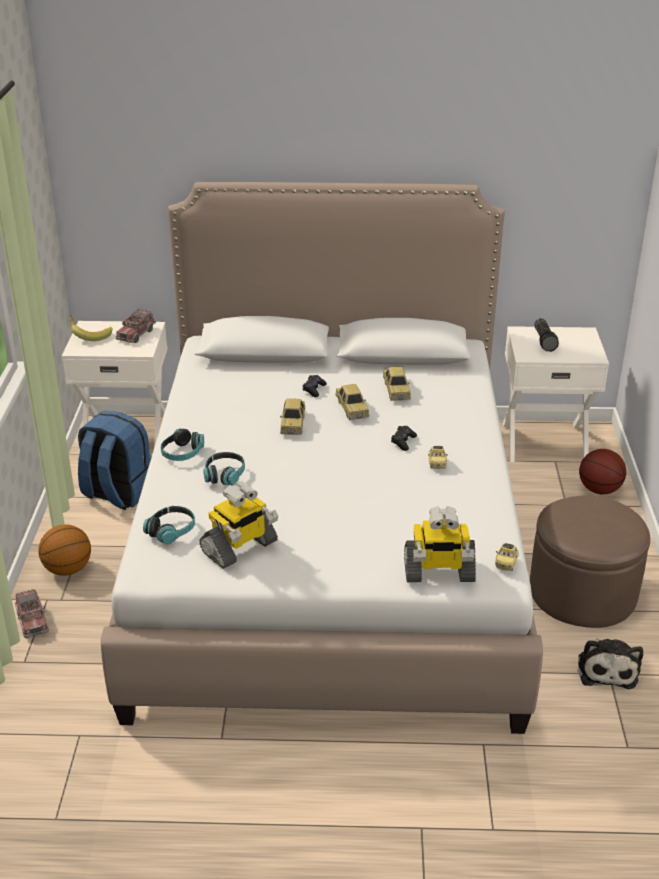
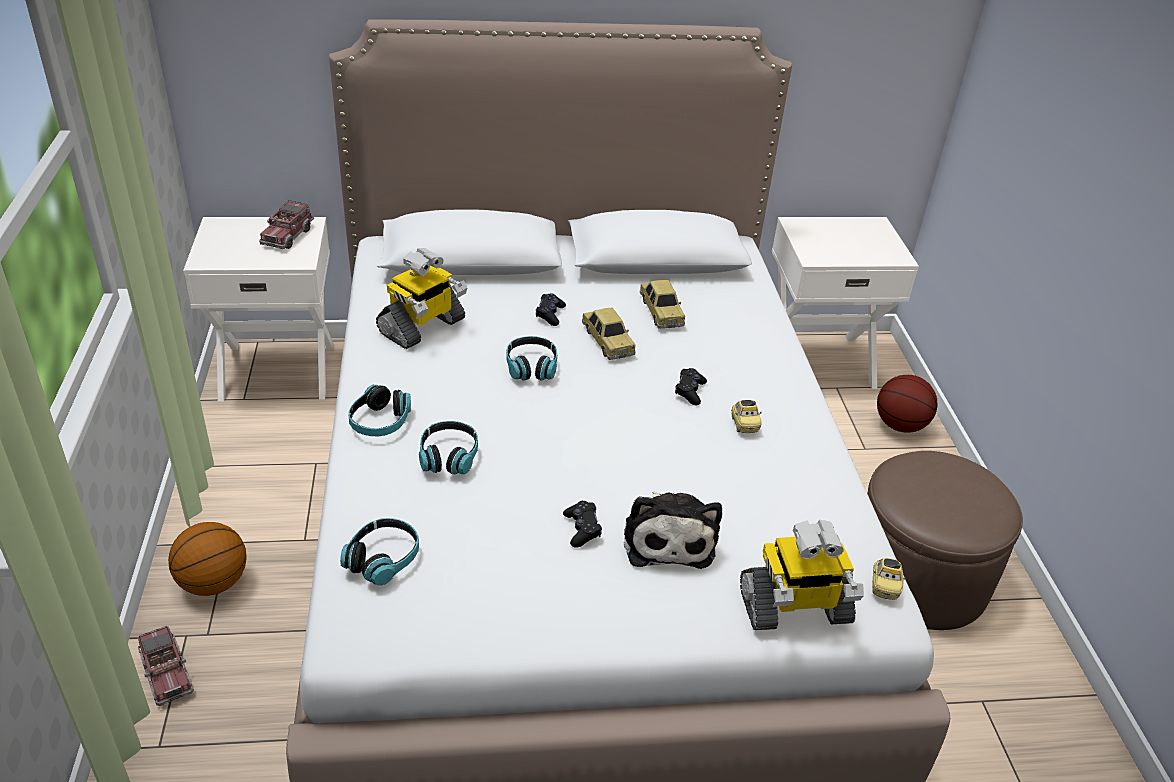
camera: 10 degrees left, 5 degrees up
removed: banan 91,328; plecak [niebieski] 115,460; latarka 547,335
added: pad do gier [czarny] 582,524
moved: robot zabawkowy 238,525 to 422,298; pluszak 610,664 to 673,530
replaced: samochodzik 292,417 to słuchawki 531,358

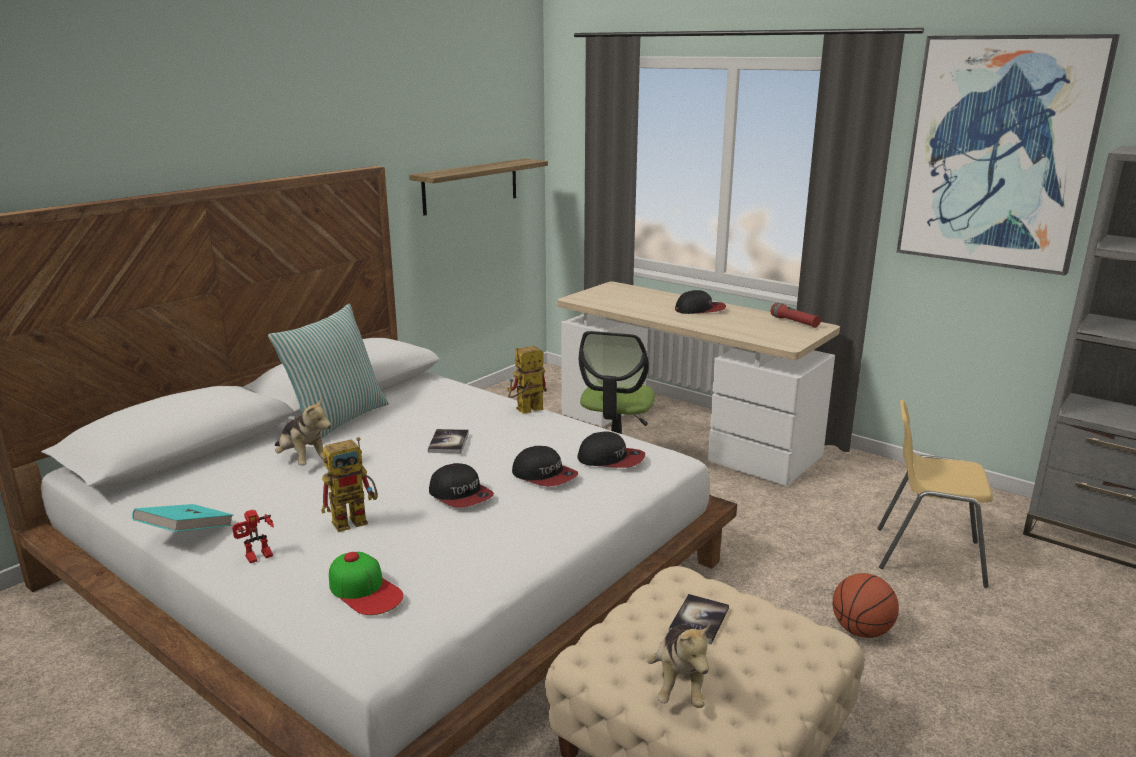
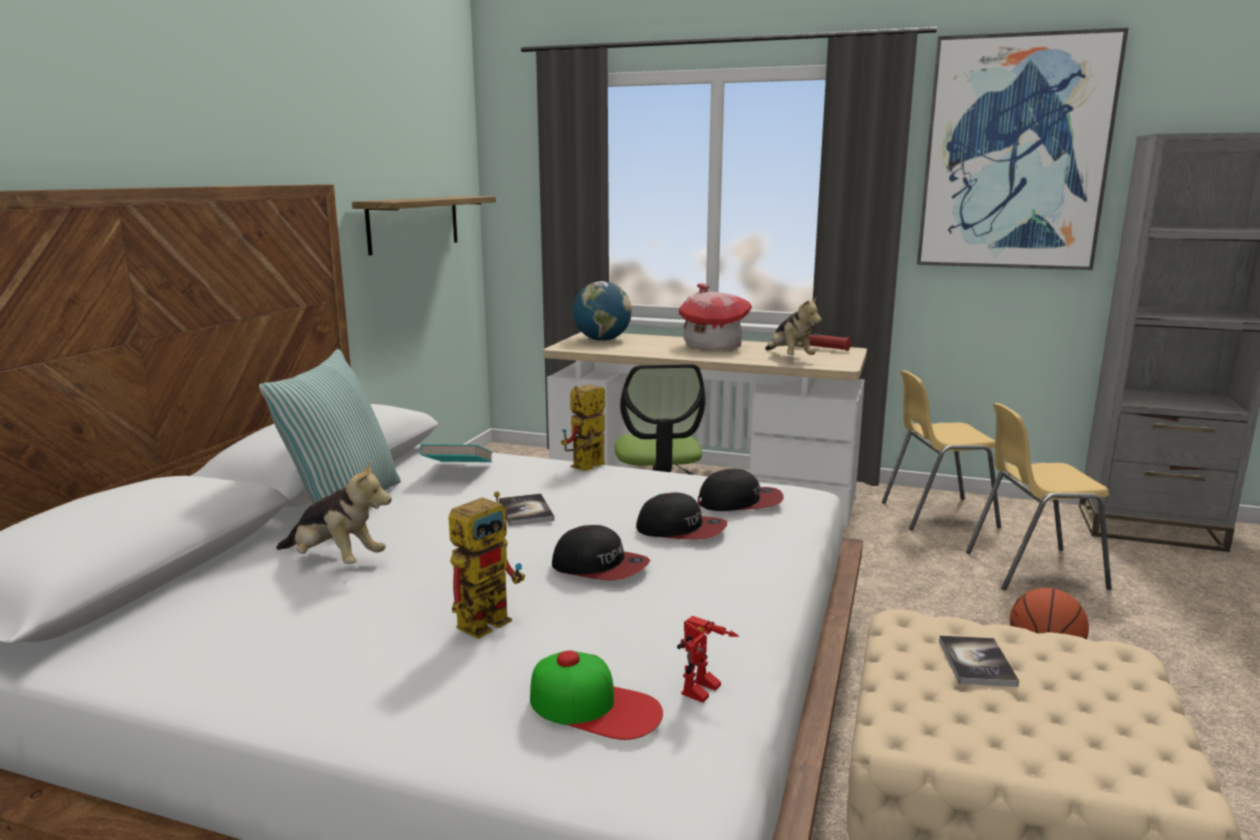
camera: 20 degrees left, 5 degrees down
added: globus 602,311; krzesło [żółty] 941,450
moved: książka [turkusowy] 182,518 to 455,453; robot zabawkowy 253,536 to 708,659; pluszak 678,666 to 793,326
replaced: czapka z daszkiem 700,302 to domek 715,316

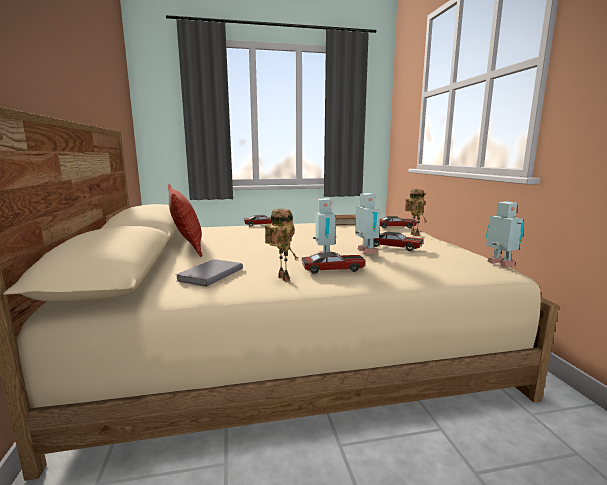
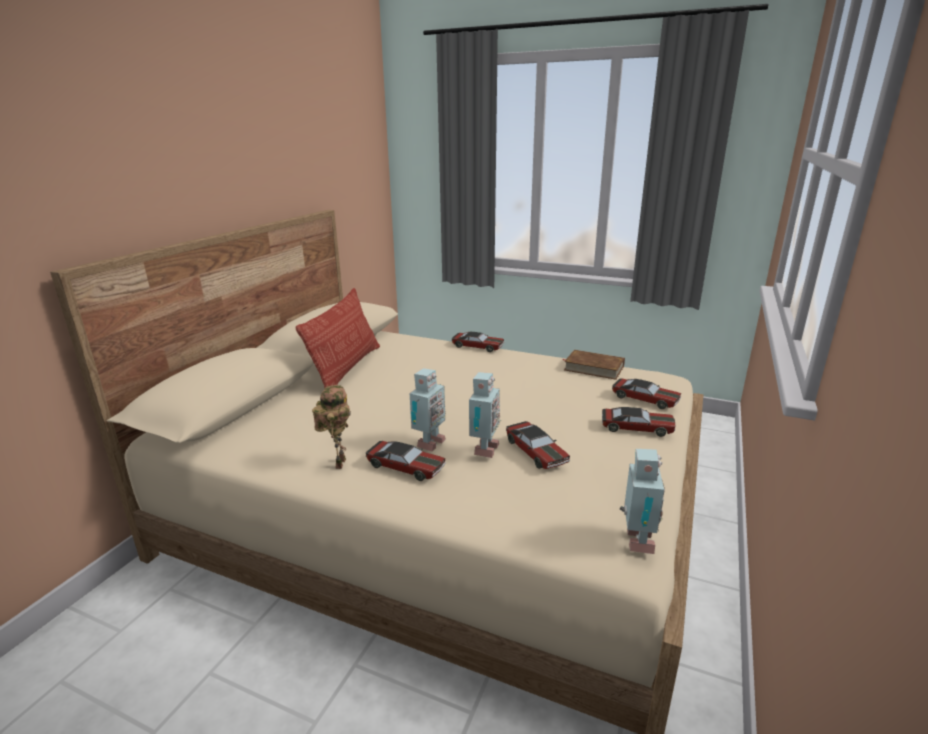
camera: 35 degrees right, 10 degrees up
removed: książka [szary] 209,273
replaced: robot zabawkowy 416,212 to samochodzik 638,422

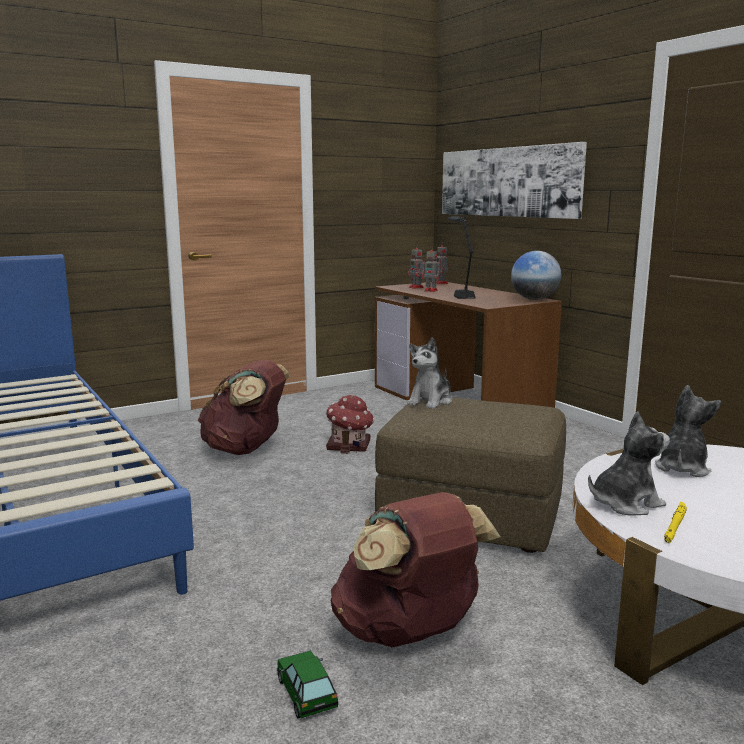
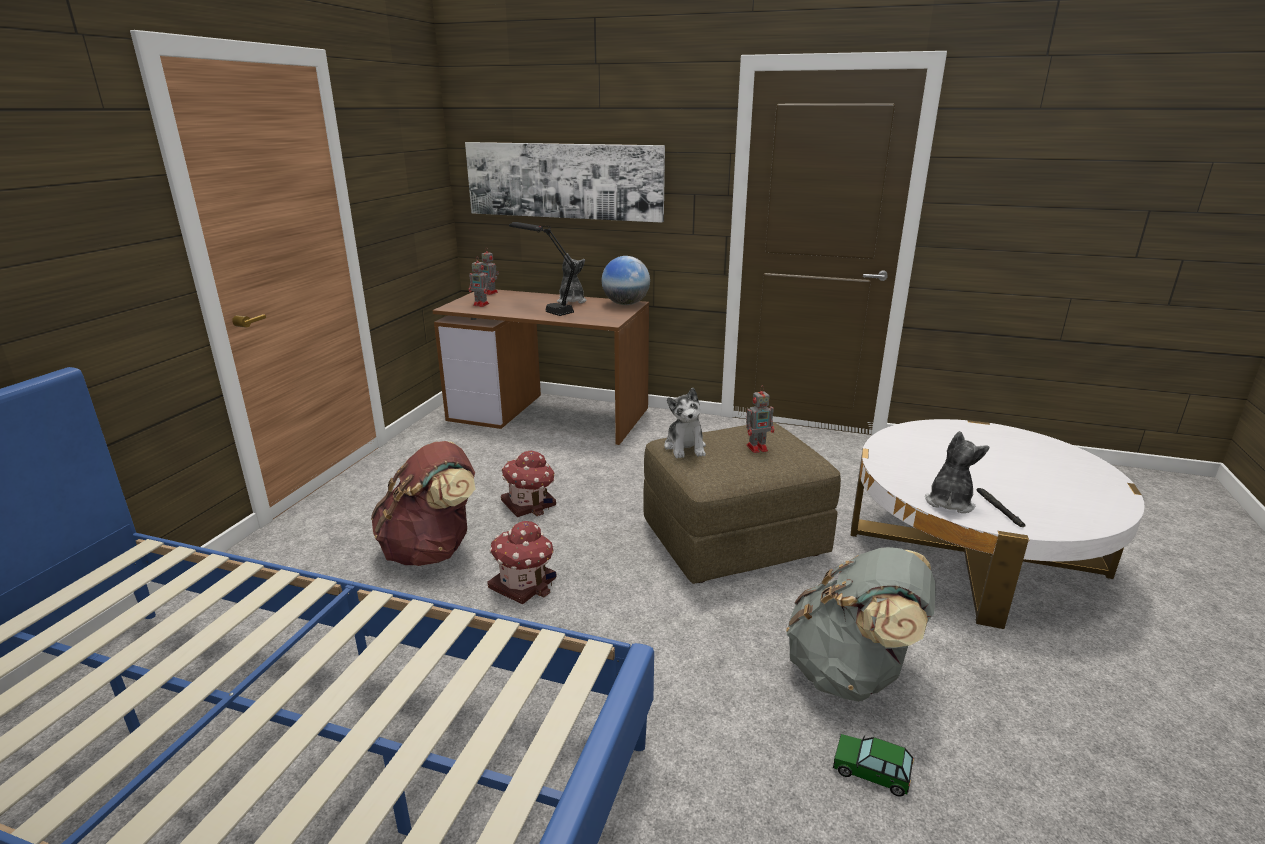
camera: 40 degrees left, 10 degrees up
added: domek 522,562
moved: robot zabawkowy 431,269 to 760,419; pluszak 688,431 to 571,278
recoloured: plecak [brązowy] 415,569 to plecak [szary] 861,624; latarka [żółty] 675,522 to latarka [czarny] 1001,507

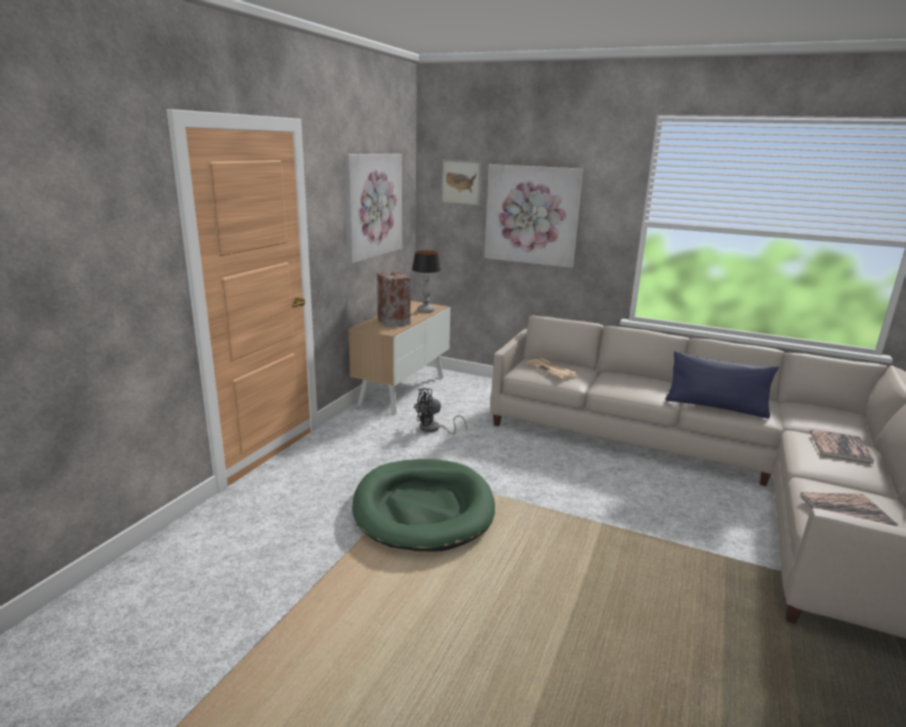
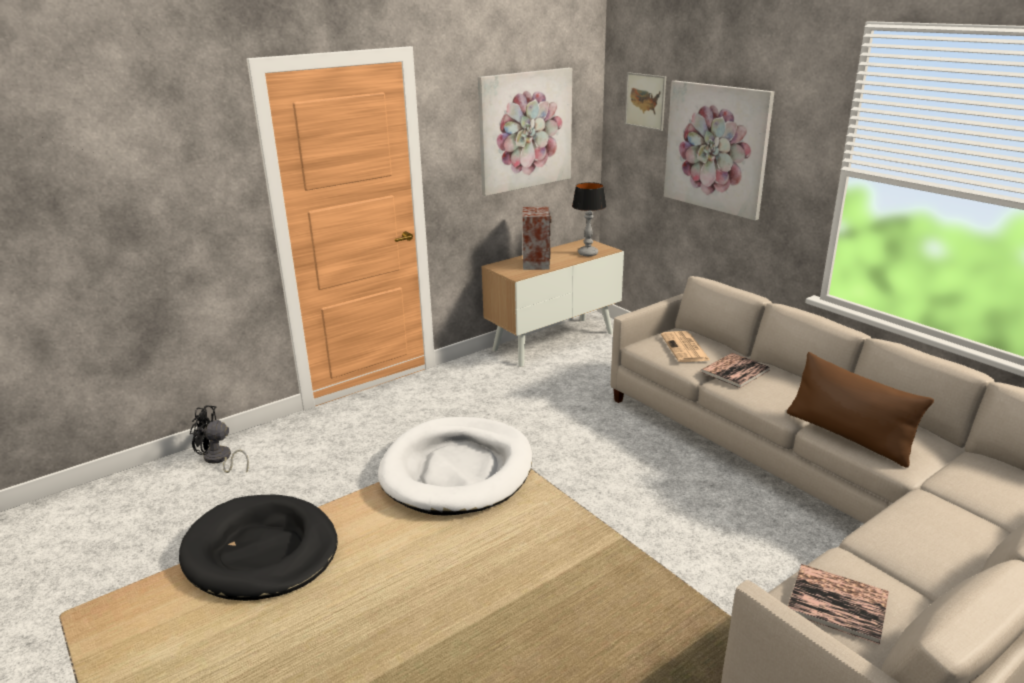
camera: 30 degrees right, 5 degrees up
added: legowisko [czarny] 258,548
moved: wentylator [czarny] 440,411 to 219,439; książka 842,446 to 735,370
recoloured: legowisko [zielony] 423,505 to legowisko [biały] 455,466; poduszka [niebieski] 722,384 to poduszka [brązowy] 860,410

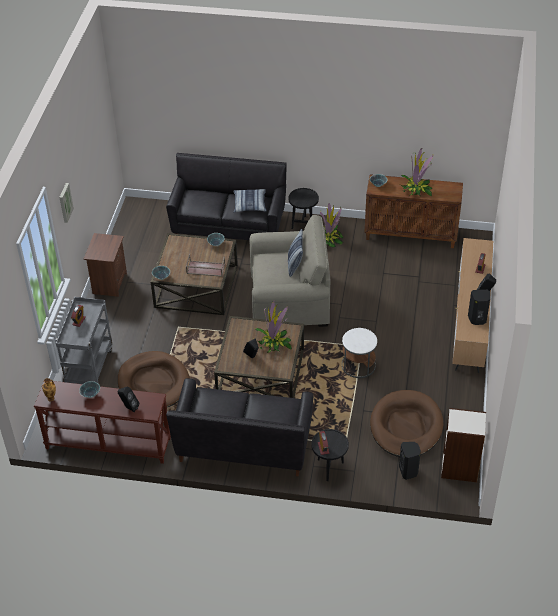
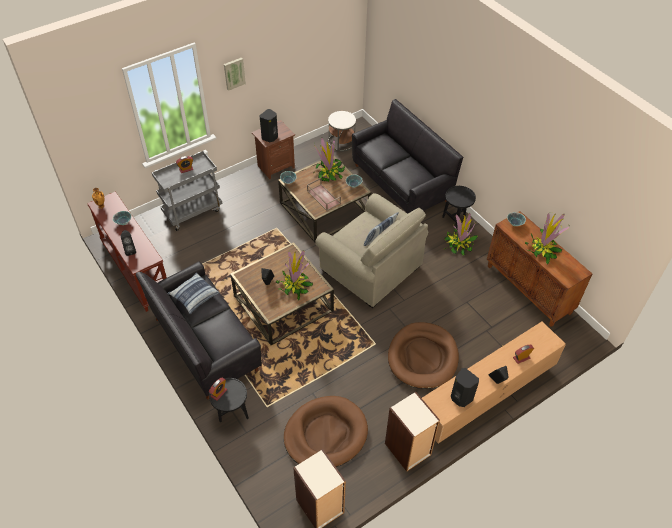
camera: 45 degrees right, 5 degrees up
added: roślina doniczkowa 329,159; regał 412,431
moved: legowisko [brązowy] 154,379 to 423,355; poduszka 250,200 to 193,293; stolik [biały] 359,353 to 342,131; głośnik [czarny] 410,461 to 268,125

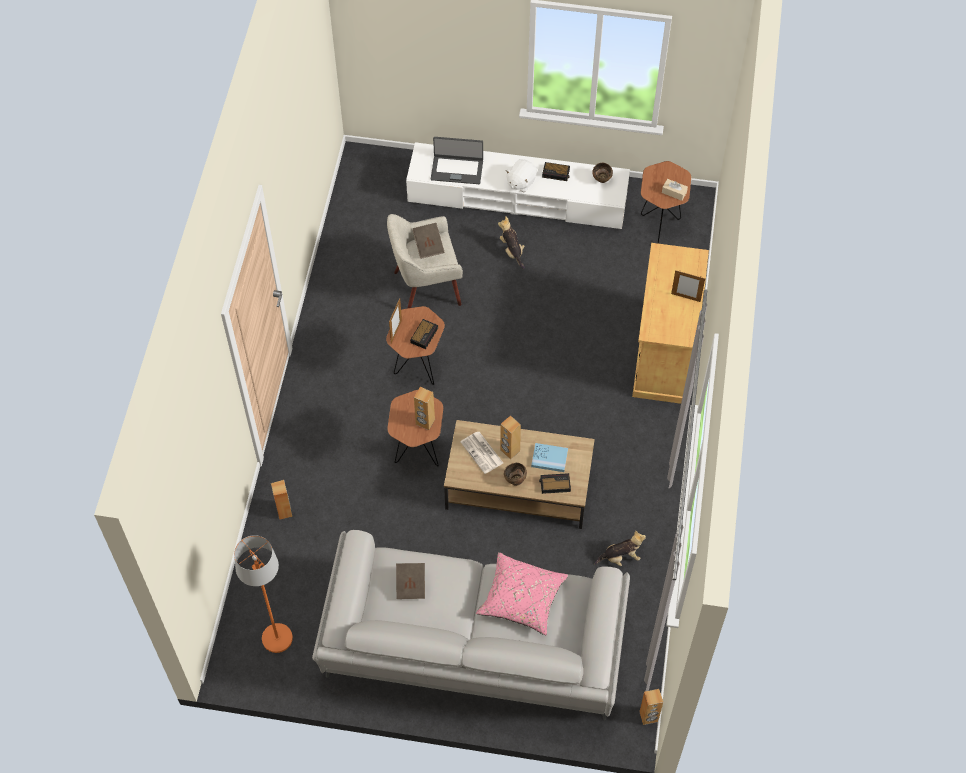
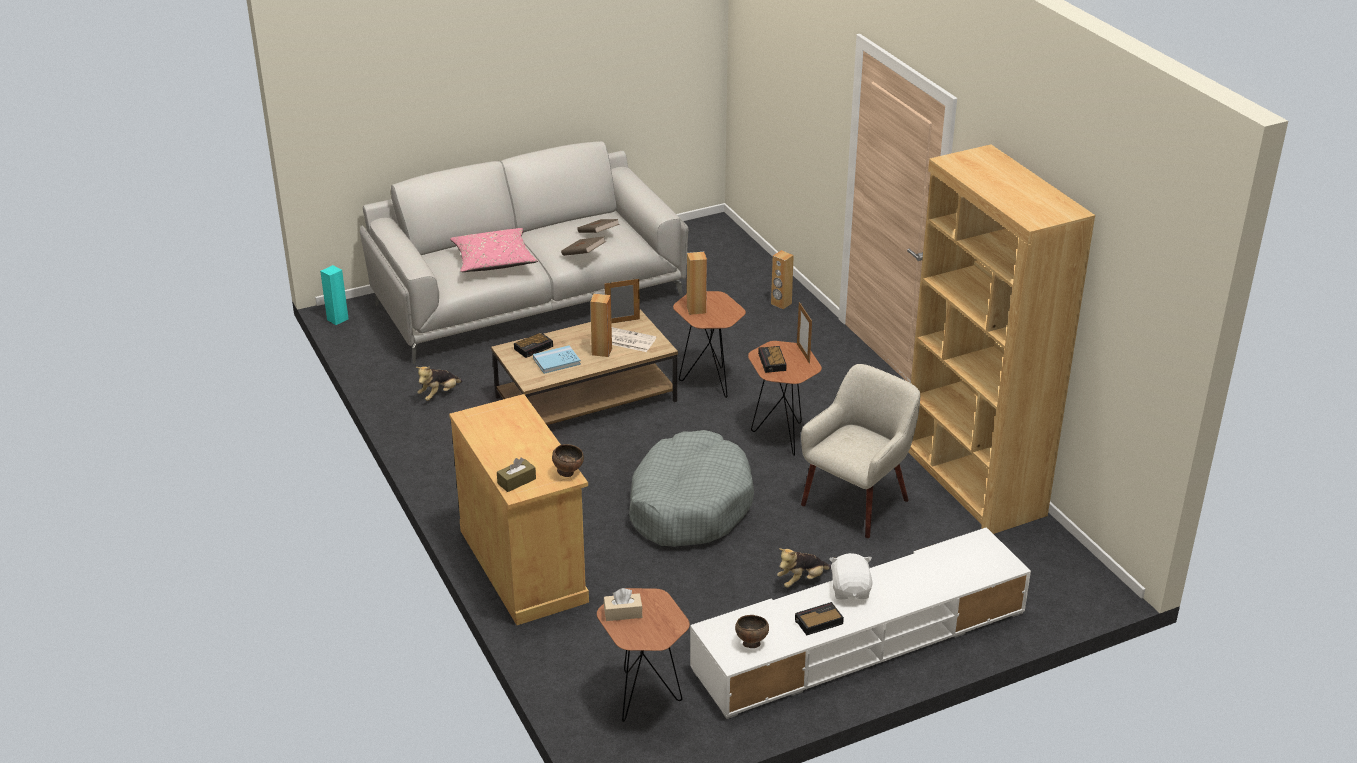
camera: 145 degrees right, 25 degrees down
removed: lampa stojąca [pomarańczowy] 263,594; laptop 457,160
added: pudełko chusteczek [brązowy] 516,474; legowisko [szary] 691,488; regał [brązowy] 1001,339
moved: książka [brązowy] 429,241 to 583,246; miska [brązowy] 515,474 to 568,460; ramka na zdjęcie 688,286 to 622,301
recoloured: głośnik [brązowy] 651,707 to głośnik [turkusowy] 334,295
turned: pluszak 511,242 = 804,568 120 degrees clockwise

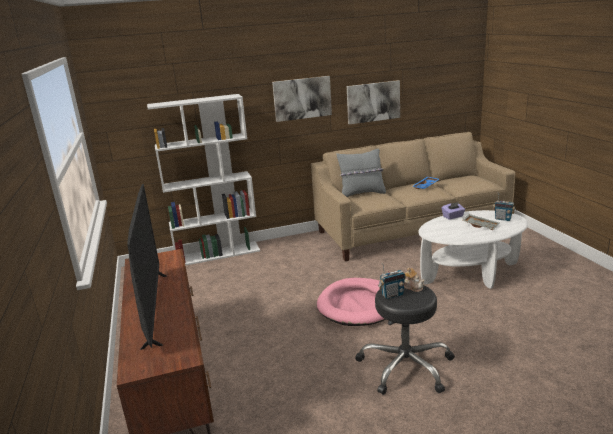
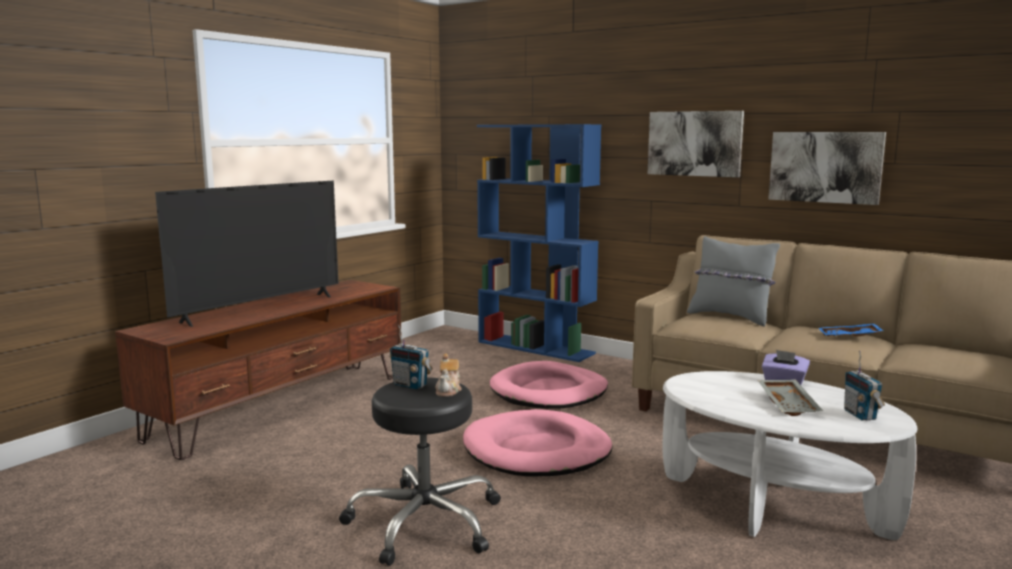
camera: 50 degrees right, 10 degrees down
added: legowisko [różowy] 549,385
recoloured: regał [biały] 203,180 to regał [niebieski] 539,243

